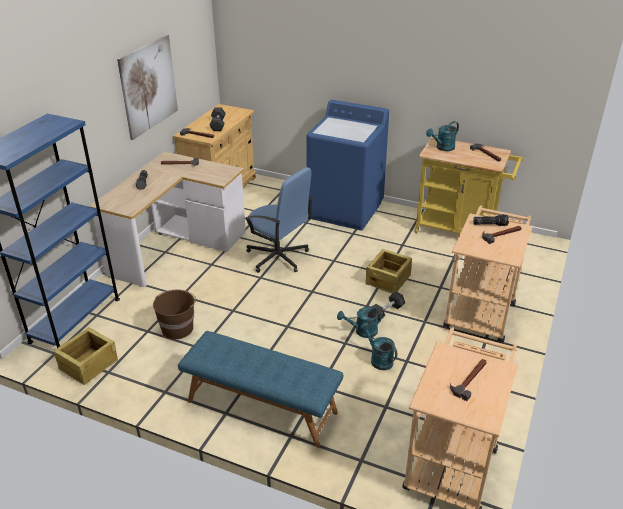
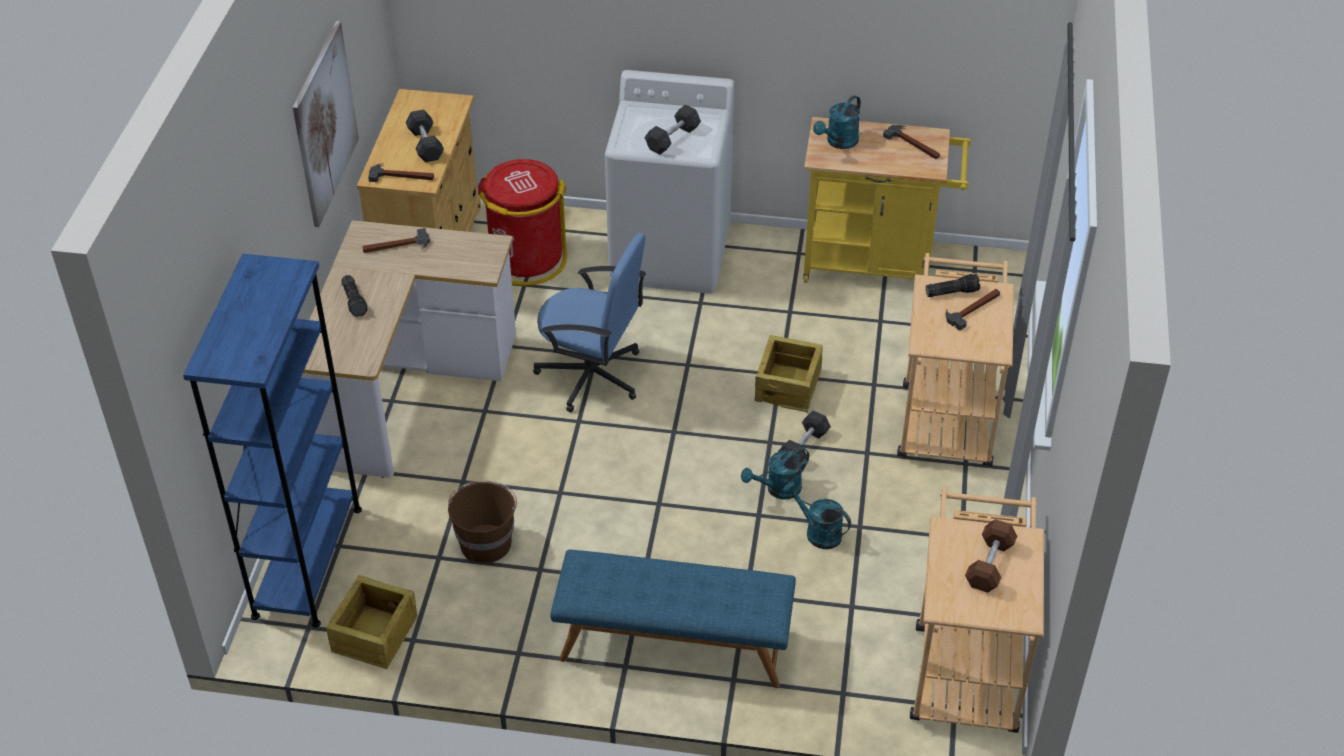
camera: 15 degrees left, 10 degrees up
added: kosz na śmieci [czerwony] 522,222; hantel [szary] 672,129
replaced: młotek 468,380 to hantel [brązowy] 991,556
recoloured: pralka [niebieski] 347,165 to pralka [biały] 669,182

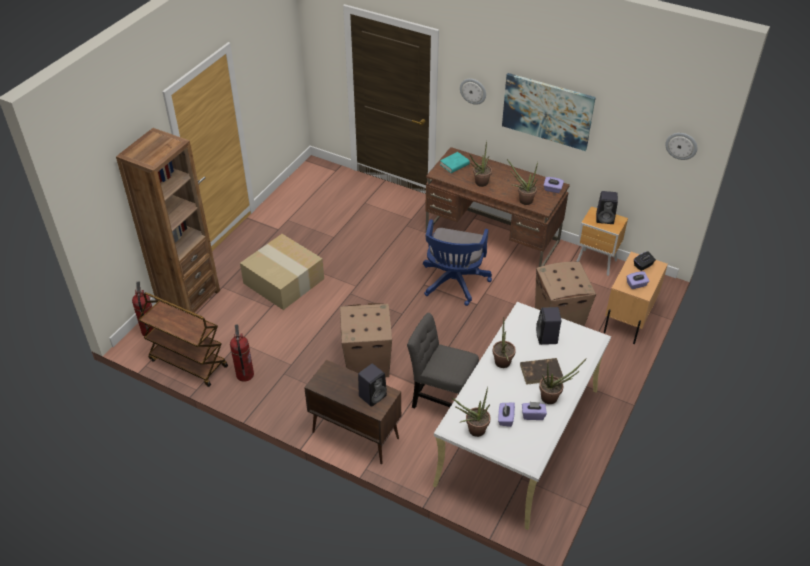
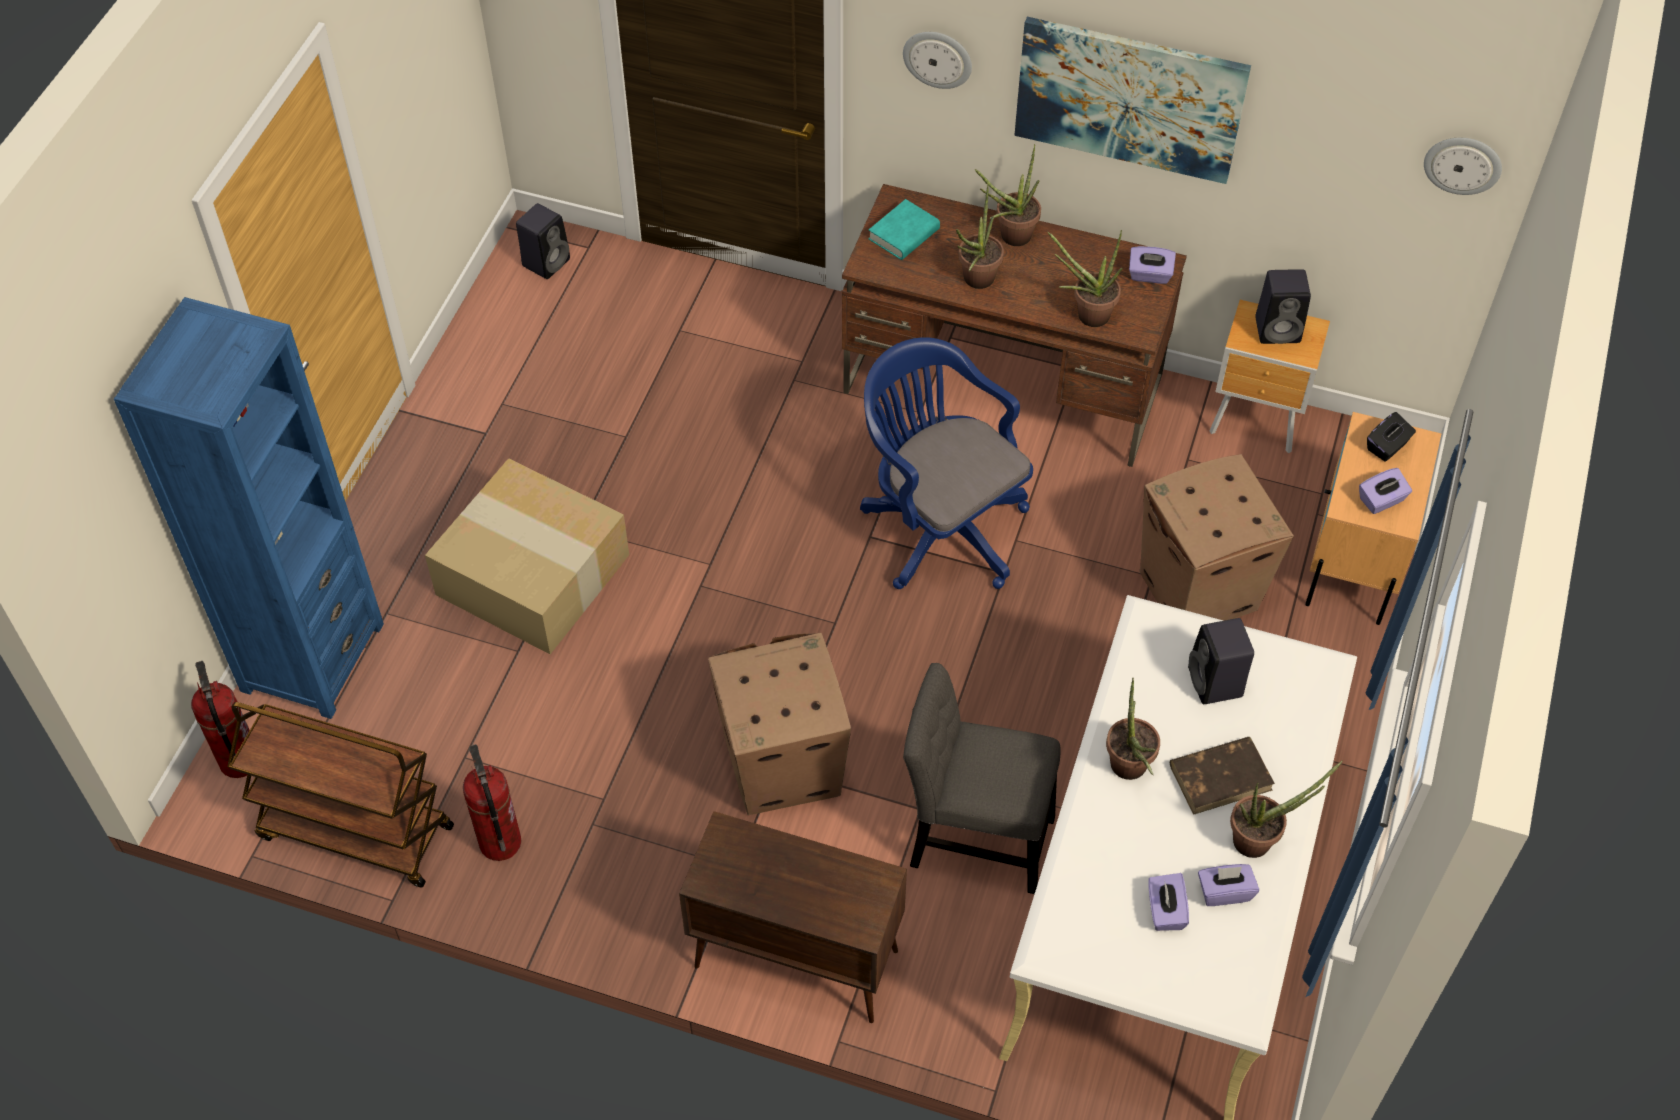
camera: 10 degrees left, 10 degrees up
moved: głośnik [czarny] 372,385 to 543,241; roślina doniczkowa 470,412 to 1008,195
recoloured: regał [brązowy] 168,220 to regał [niebieski] 249,508
turned: krzesło biurowe [niebieski] 457,262 = 946,463 135 degrees clockwise

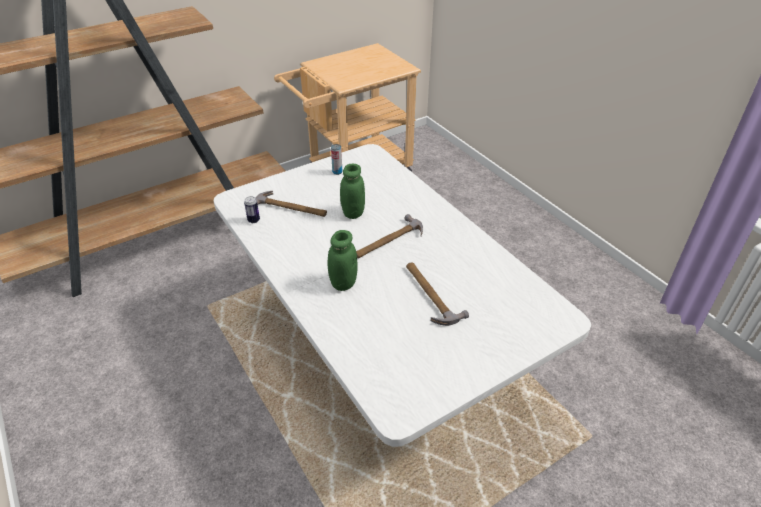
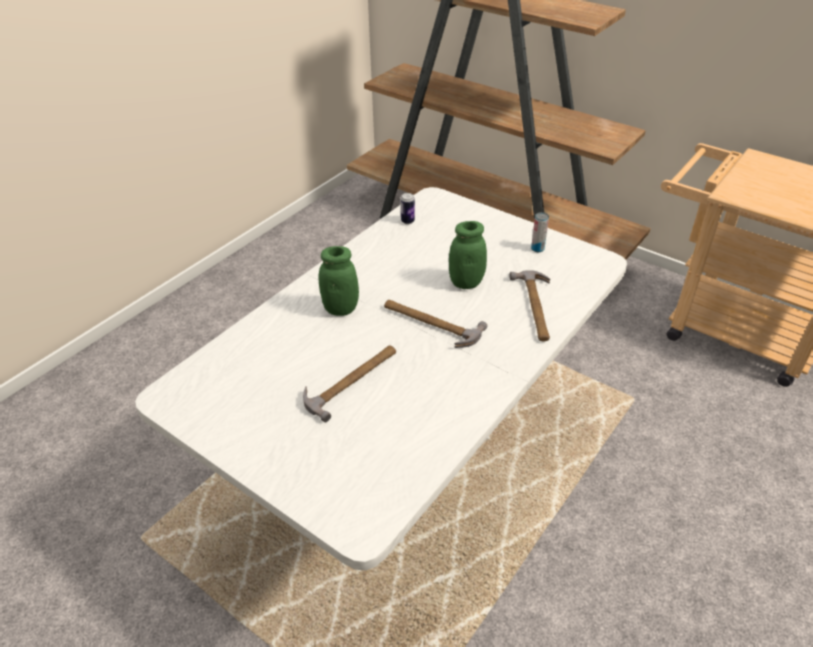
camera: 70 degrees right, 0 degrees up
moved: młotek 291,204 to 530,305

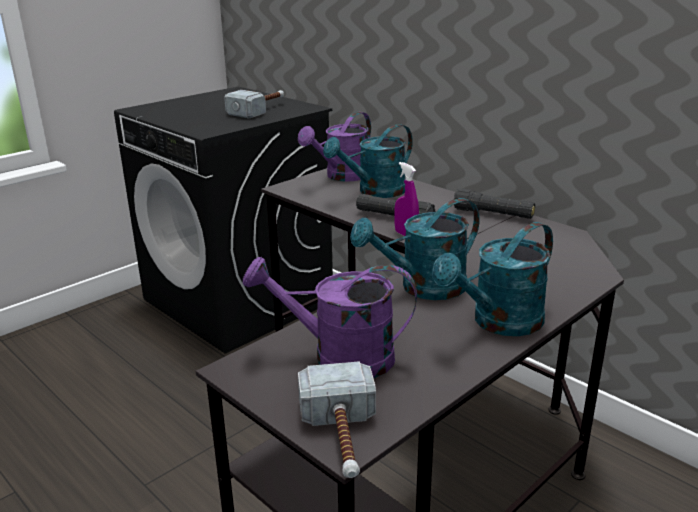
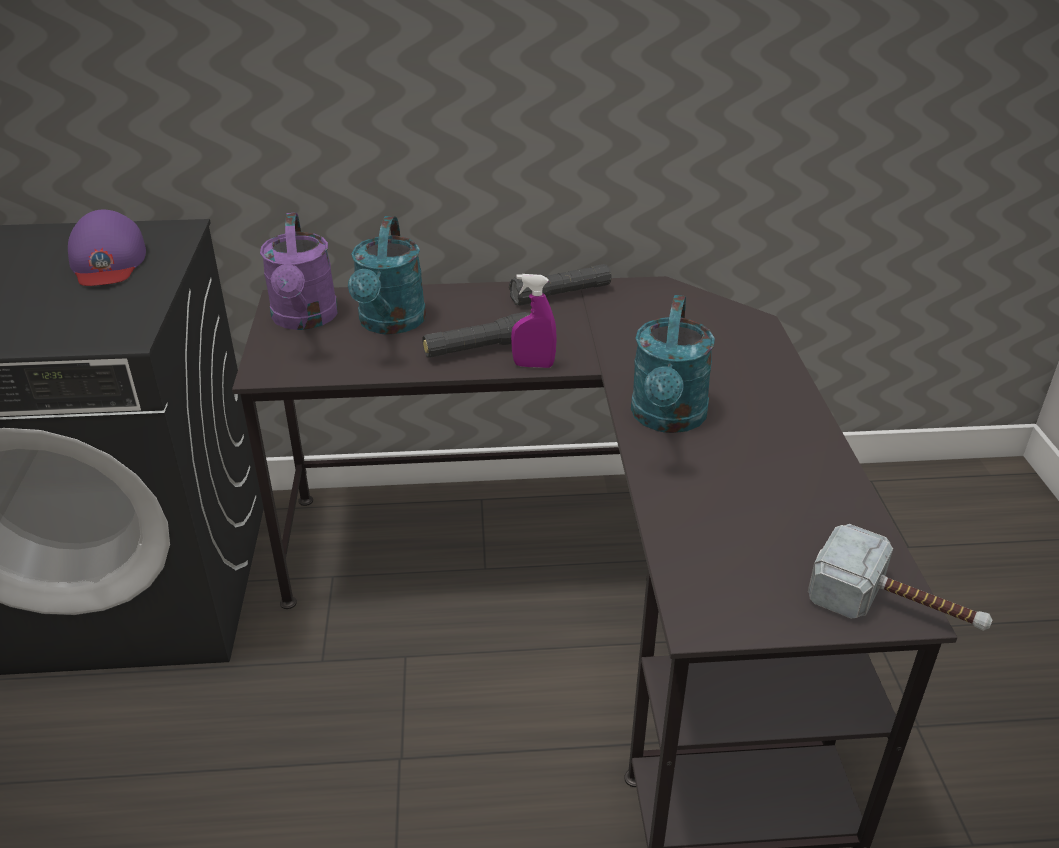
camera: 50 degrees left, 10 degrees up
removed: konewka [fioletowy] 330,317; konewka [turkusowy] 492,279
replaced: młotek 254,104 to czapka z daszkiem [fioletowy] 107,247

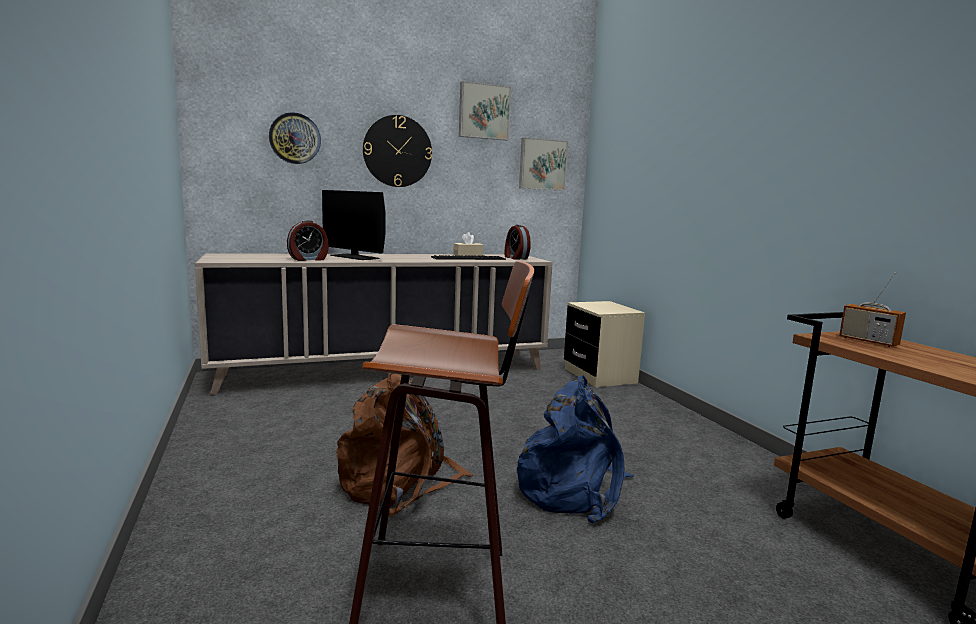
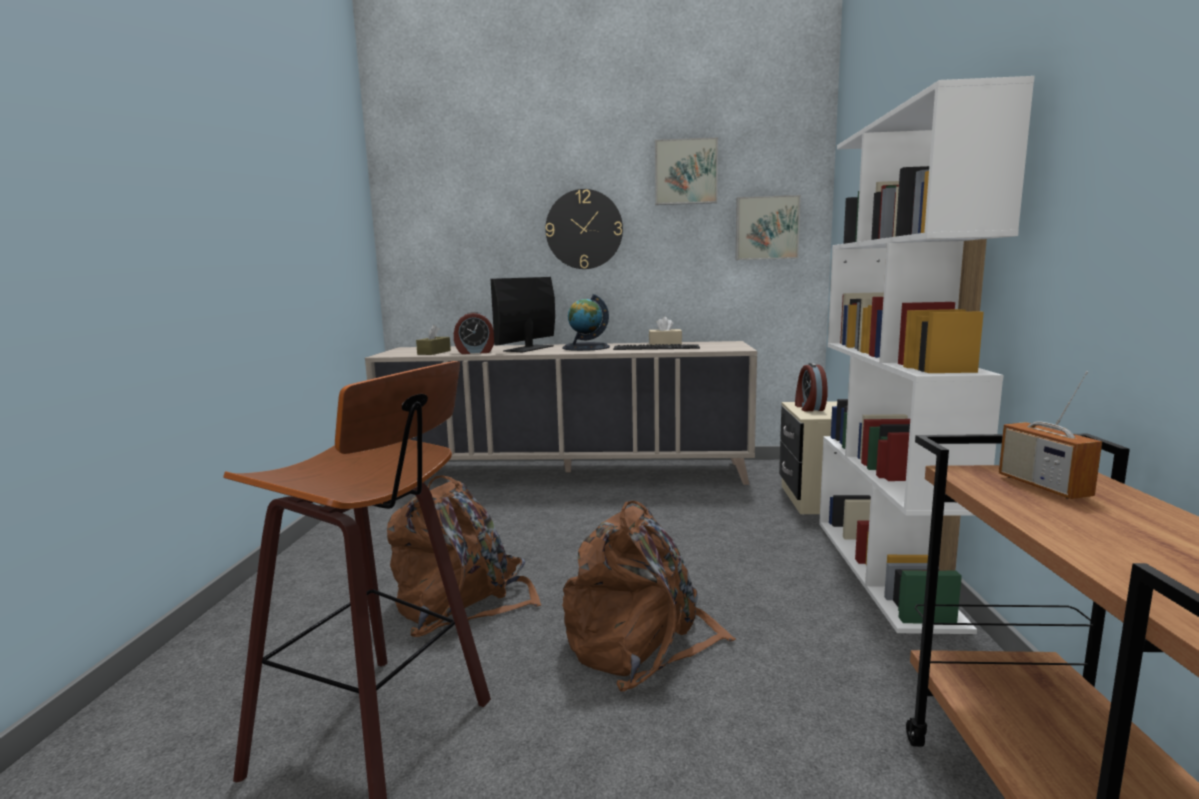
camera: 25 degrees right, 0 degrees up
removed: zegar ścienny 295,138
added: pudełko chusteczek [brązowy] 433,340; globus 586,322; regał [biały] 927,355
moved: budzik 518,242 to 811,387
recoloured: plecak [niebieski] 576,449 to plecak [brązowy] 649,596
turned: monitor 354,225 = 523,314 60 degrees clockwise

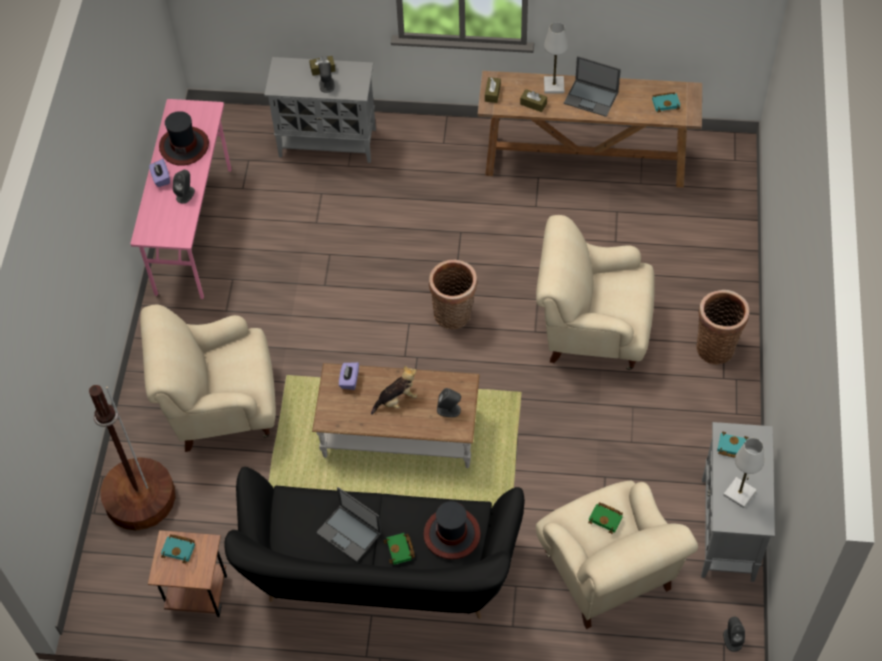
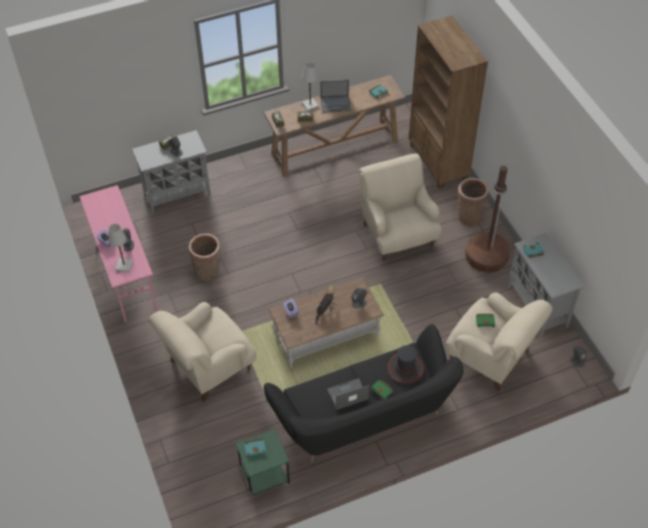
camera: 30 degrees left, 5 degrees down
removed: kapelusz 184,138
added: regał [brązowy] 448,102
moved: lampa stojąca [brązowy] 132,458 to 487,219; koszyk 452,295 to 204,257; lampa stołowa [biały] 743,473 to 121,248
recoloured: stolik [brązowy] 187,573 to stolik [zielony] 262,462
turned: laptop 348,524 = 348,394 150 degrees clockwise; fotel [beżowy] 595,292 = 400,207 90 degrees clockwise

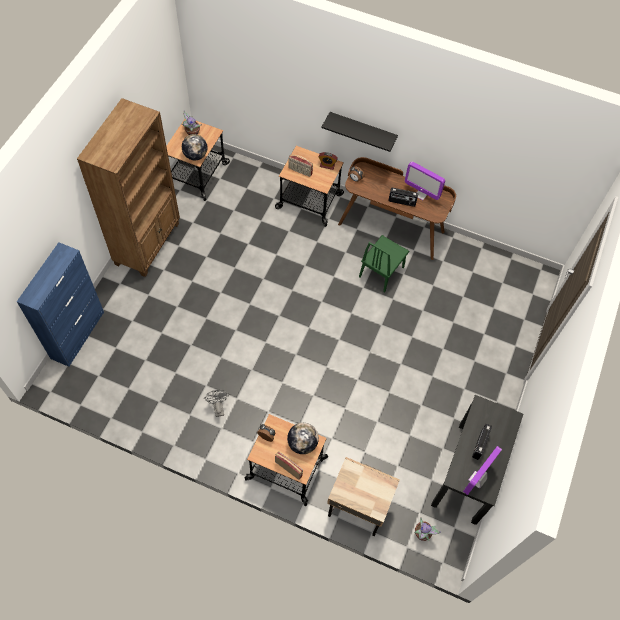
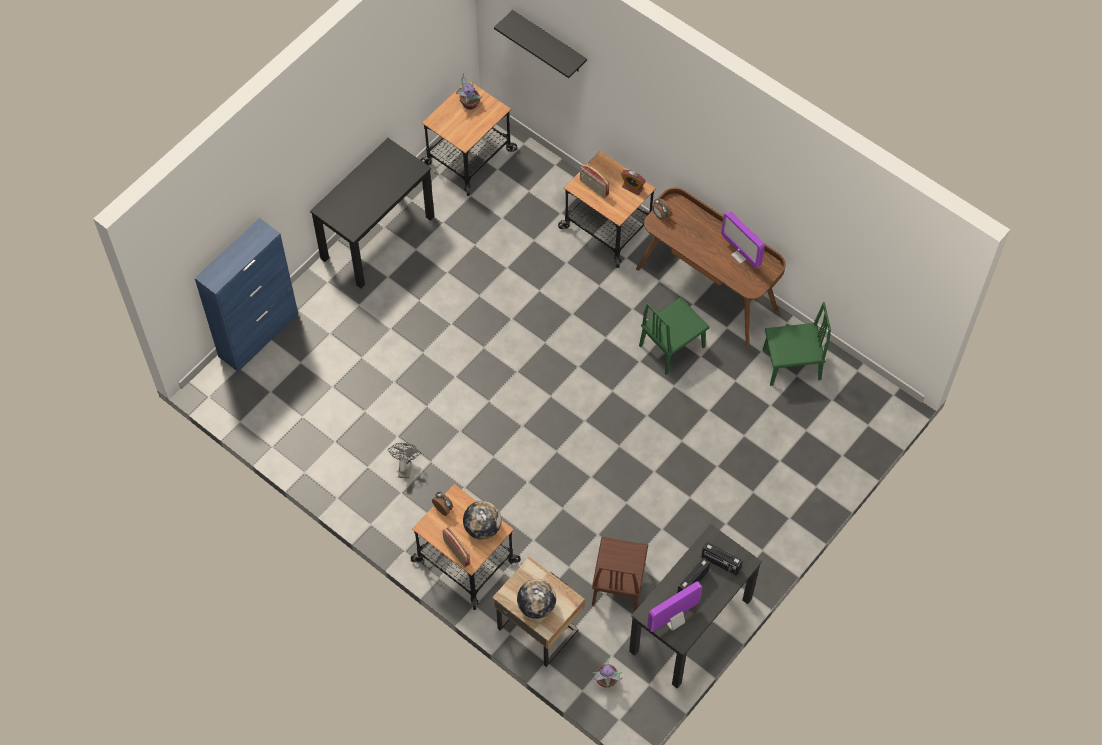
camera: 20 degrees right, 0 degrees up
added: krzesło [brązowy] 620,574; krzesło [zielony] 797,344
moved: globus 195,147 to 536,599; półka [czarny] 359,132 to 540,44; radio 403,197 to 722,559
replaced: regał [brązowy] 128,187 to biurko [czarny] 372,213

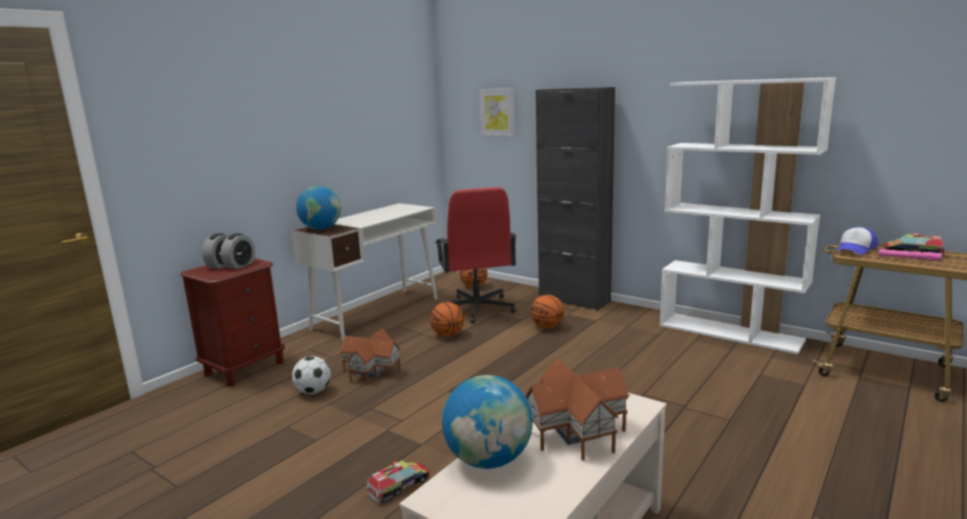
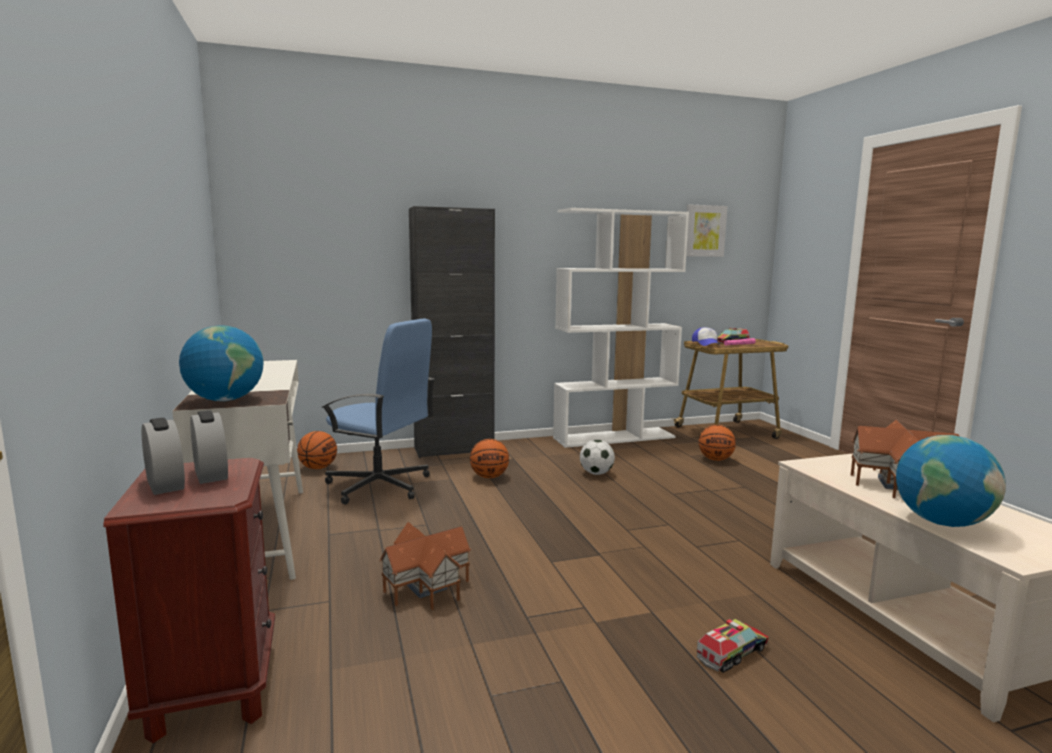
camera: 55 degrees left, 5 degrees down
moved: piłka futbolowa 311,375 to 597,457; piłka do koszykówki 447,319 to 717,443; obraz 497,112 to 706,231
recoloured: krzesło biurowe [czerwony] 476,255 to krzesło biurowe [niebieski] 377,411
turned: ciężarówka zabawkowa 398,481 = 733,646 60 degrees clockwise

